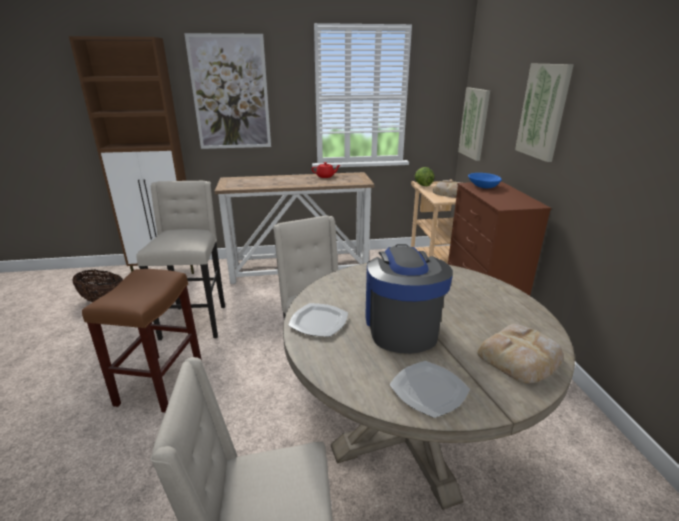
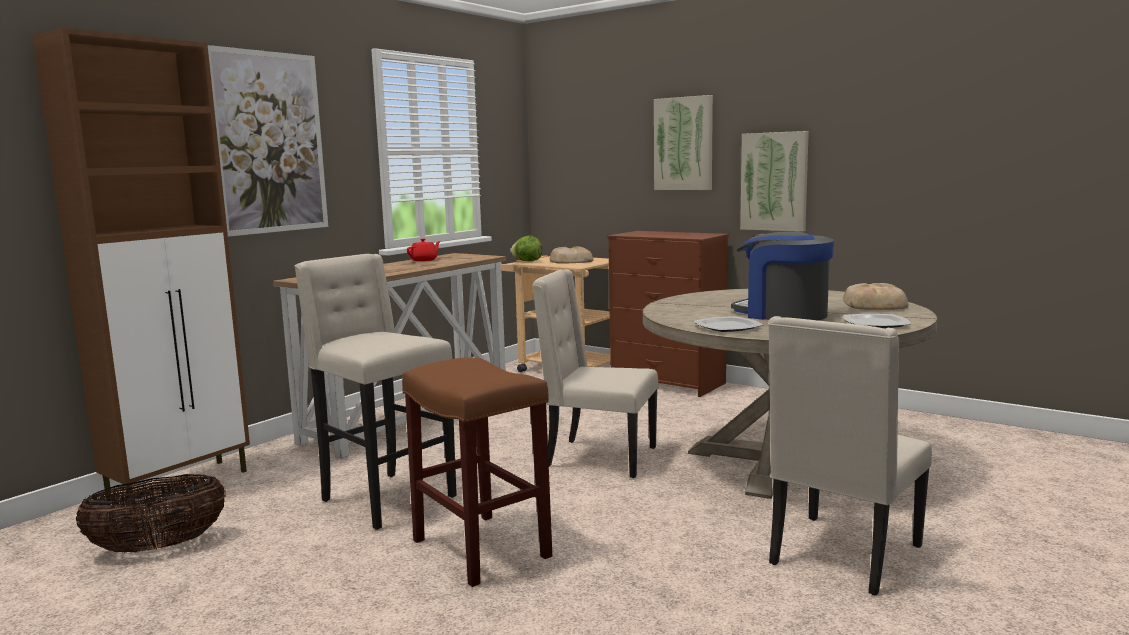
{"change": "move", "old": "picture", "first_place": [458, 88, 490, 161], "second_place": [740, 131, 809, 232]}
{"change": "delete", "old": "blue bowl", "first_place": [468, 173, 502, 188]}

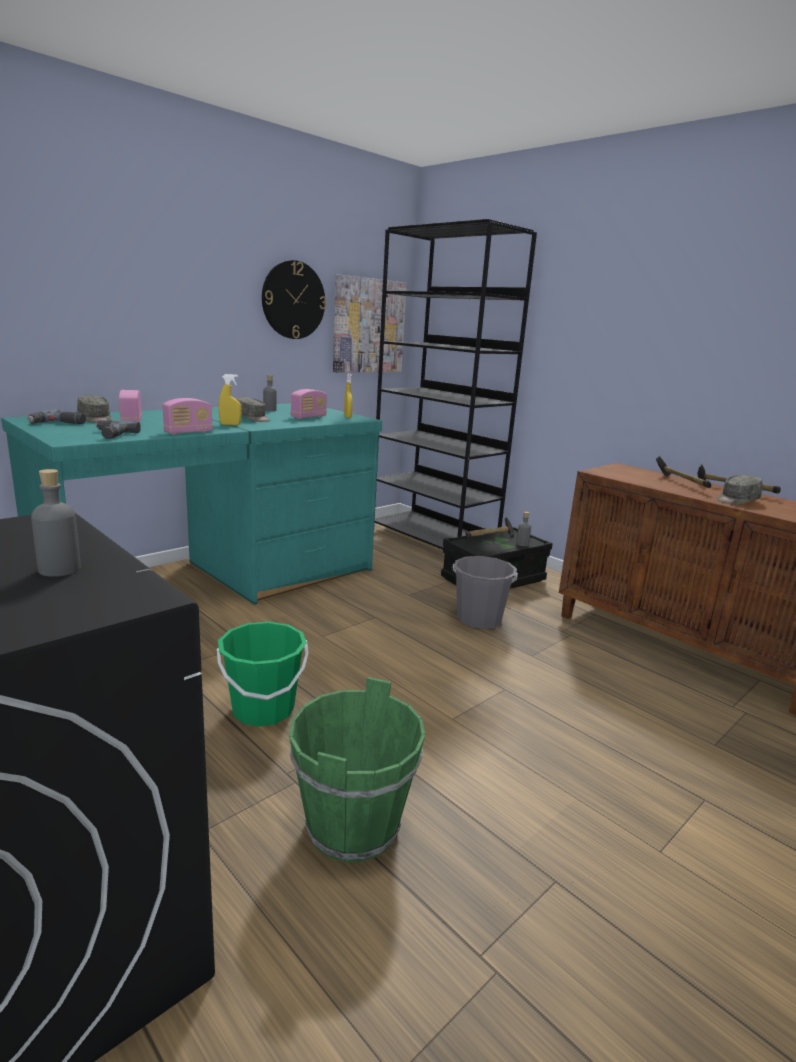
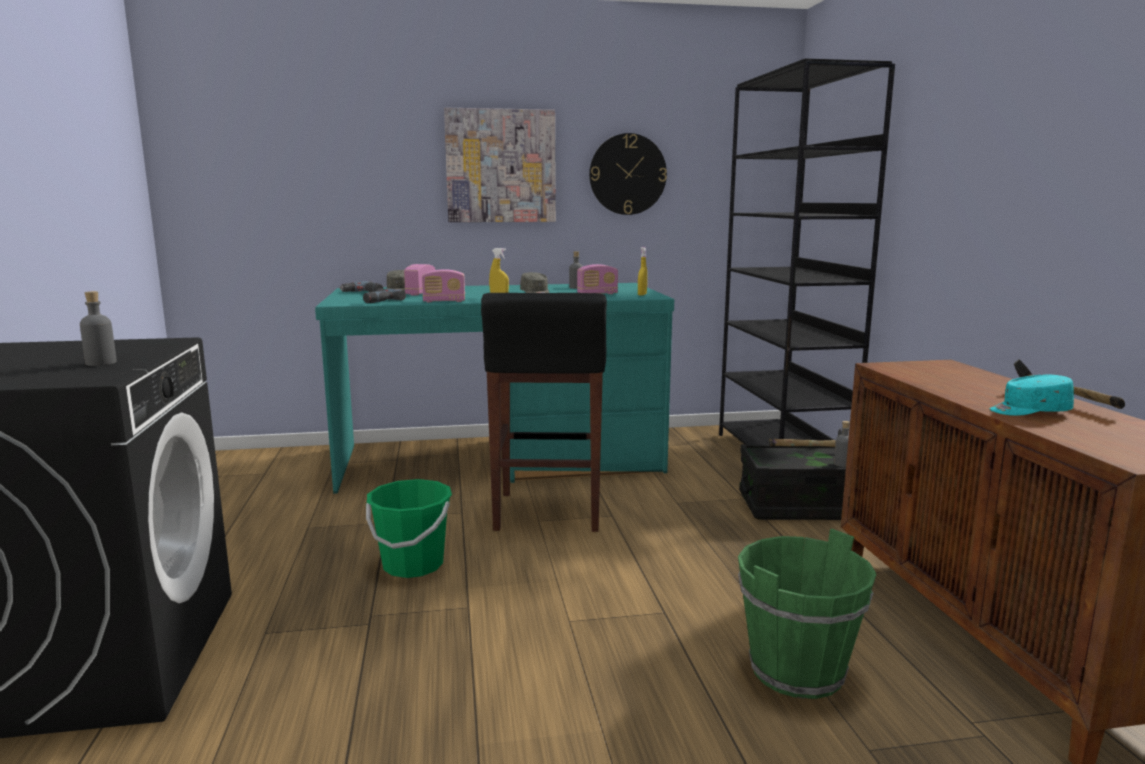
{"change": "move", "old": "green bucket", "first_place": [289, 677, 425, 862], "second_place": [738, 529, 876, 699]}
{"change": "move", "old": "picture", "first_place": [333, 275, 407, 372], "second_place": [444, 108, 556, 222]}
{"change": "delete", "old": "grey bucket", "first_place": [453, 556, 518, 629]}
{"change": "delete", "old": "hammer", "first_place": [656, 456, 711, 488]}
{"change": "recolor", "old": "grey cap", "new": "turquoise cap", "first_place": [717, 475, 762, 505], "second_place": [989, 375, 1074, 416]}
{"change": "insert", "new": "black stool", "second_place": [481, 293, 607, 532]}

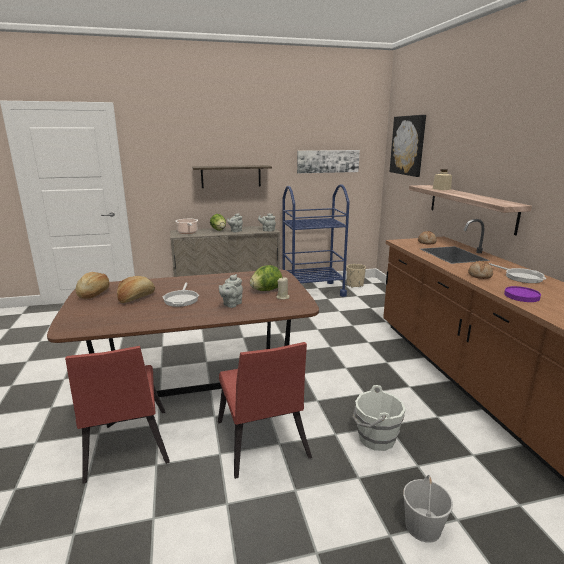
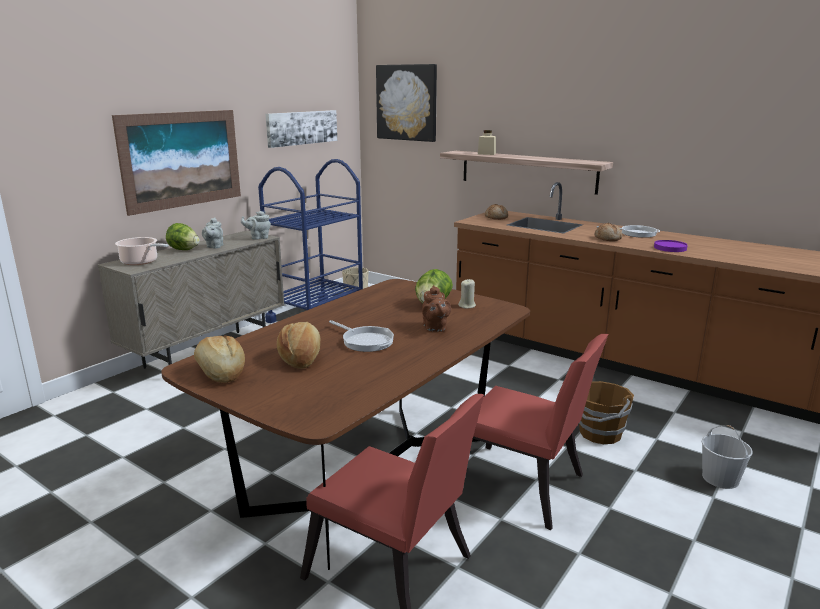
{"change": "replace", "old": "shelf", "new": "picture", "first_place": [192, 165, 272, 188], "second_place": [112, 110, 241, 216]}
{"change": "recolor", "old": "grey teapot", "new": "brown teapot", "first_place": [219, 274, 243, 308], "second_place": [422, 285, 451, 332]}
{"change": "recolor", "old": "white bucket", "new": "brown bucket", "first_place": [353, 385, 406, 451], "second_place": [579, 381, 634, 444]}

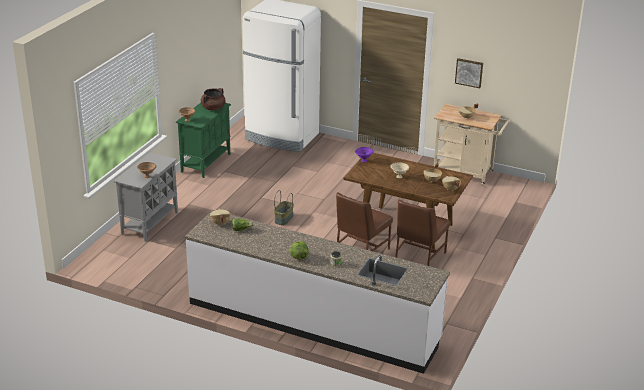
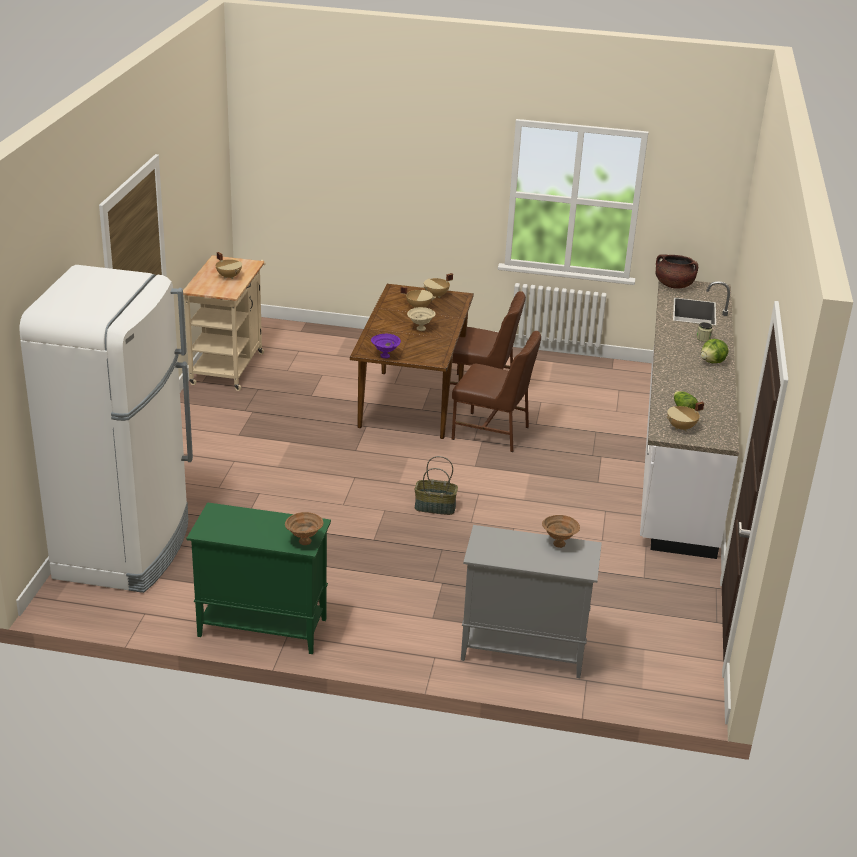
{"change": "move", "old": "brown cooking pot", "first_place": [201, 88, 226, 110], "second_place": [656, 254, 698, 289]}
{"change": "delete", "old": "picture", "first_place": [455, 58, 483, 88]}

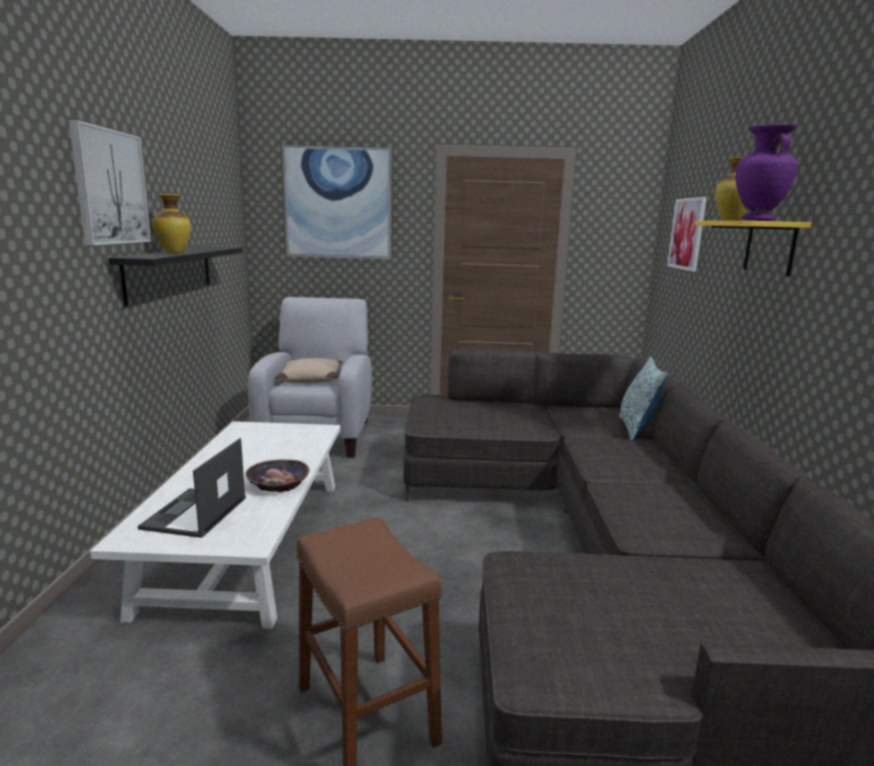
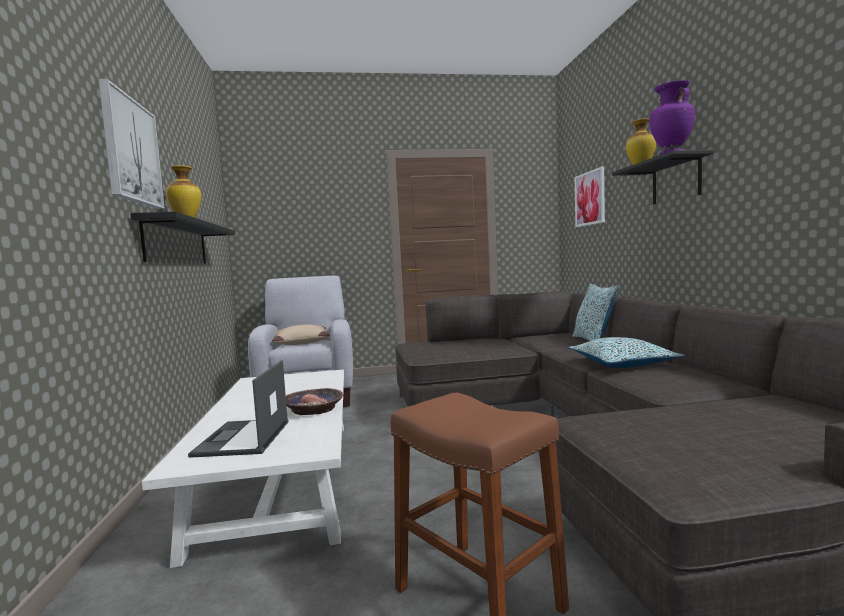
{"change": "delete", "old": "picture", "first_place": [282, 145, 391, 259]}
{"change": "recolor", "old": "yellow shelf", "new": "black shelf", "first_place": [695, 221, 811, 277], "second_place": [612, 150, 714, 204]}
{"change": "insert", "new": "pillow", "second_place": [569, 337, 685, 368]}

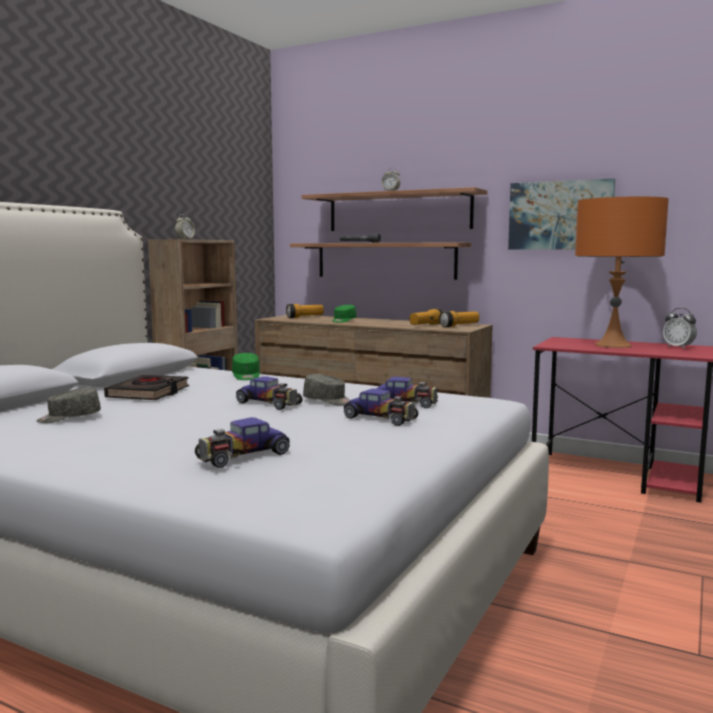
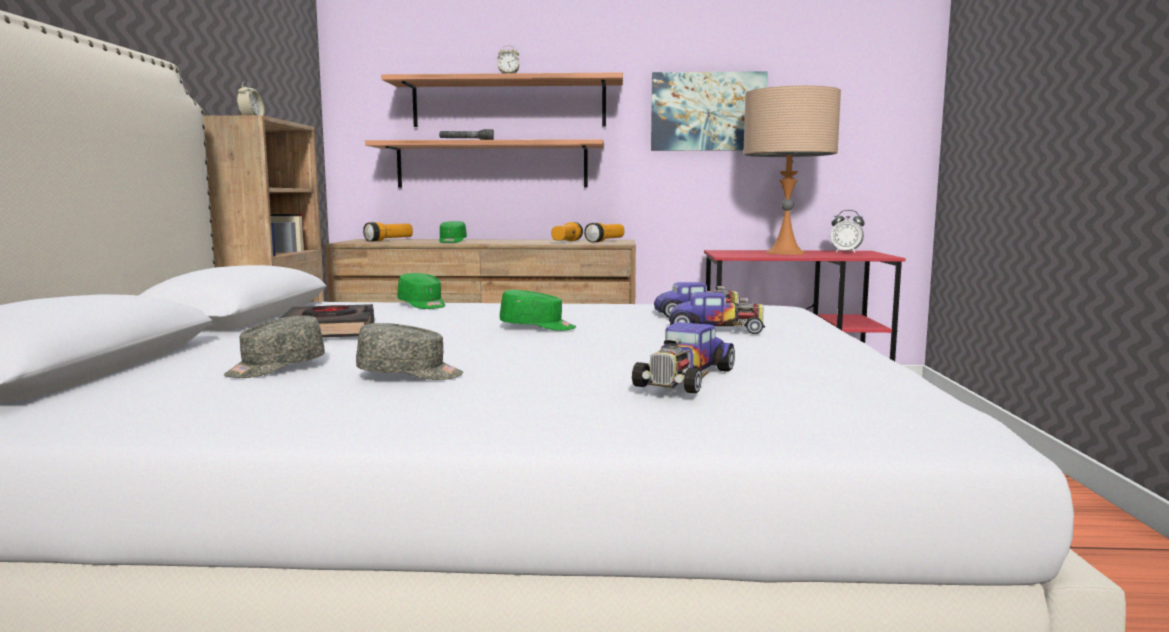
{"change": "replace", "old": "toy car", "new": "green cap", "first_place": [236, 376, 302, 410], "second_place": [500, 290, 576, 331]}
{"change": "move", "old": "grey cap", "first_place": [303, 374, 350, 406], "second_place": [356, 323, 463, 380]}
{"change": "recolor", "old": "orange table lamp", "new": "beige table lamp", "first_place": [575, 196, 669, 348], "second_place": [743, 85, 841, 255]}

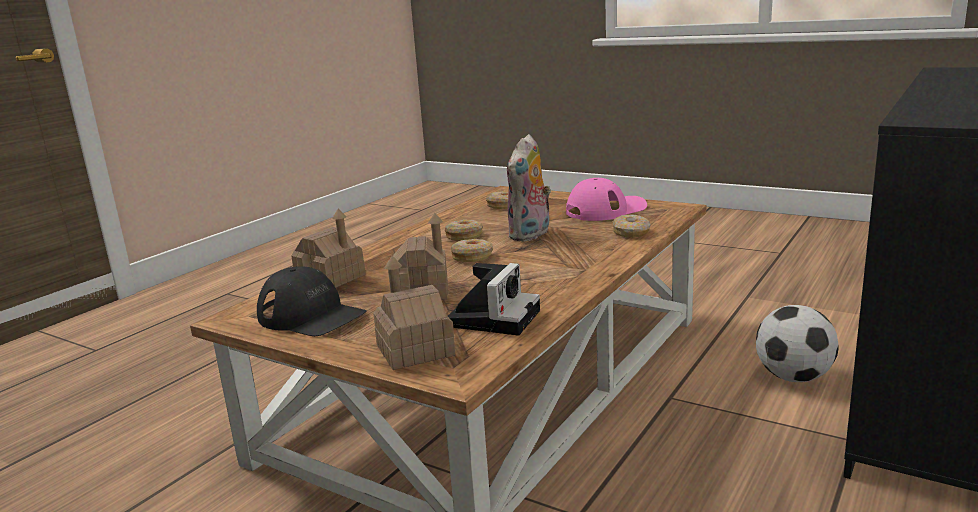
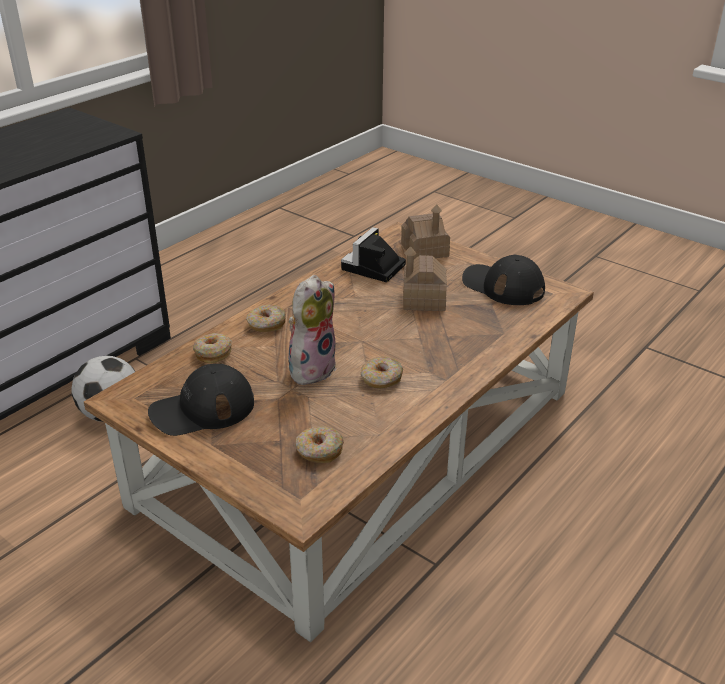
{"change": "delete", "old": "toy house", "first_place": [291, 208, 366, 288]}
{"change": "move", "old": "donut", "first_place": [450, 239, 493, 262], "second_place": [246, 305, 286, 332]}
{"change": "recolor", "old": "pink cap", "new": "black cap", "first_place": [566, 178, 647, 221], "second_place": [148, 364, 254, 436]}

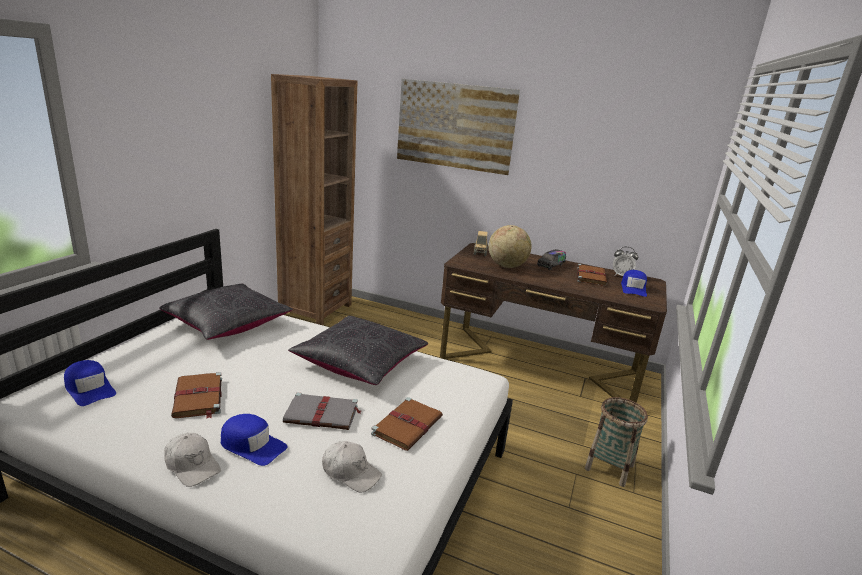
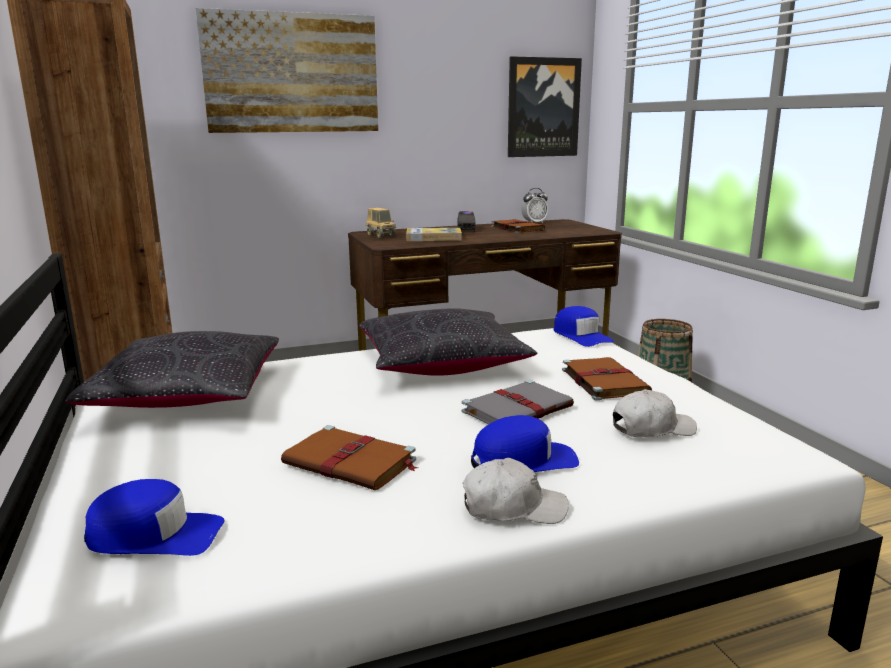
{"change": "replace", "old": "globe", "new": "book", "first_place": [489, 225, 532, 268], "second_place": [406, 228, 462, 241]}
{"change": "move", "old": "blue cap", "first_place": [621, 270, 647, 297], "second_place": [554, 306, 614, 347]}
{"change": "insert", "new": "picture", "second_place": [508, 56, 582, 157]}

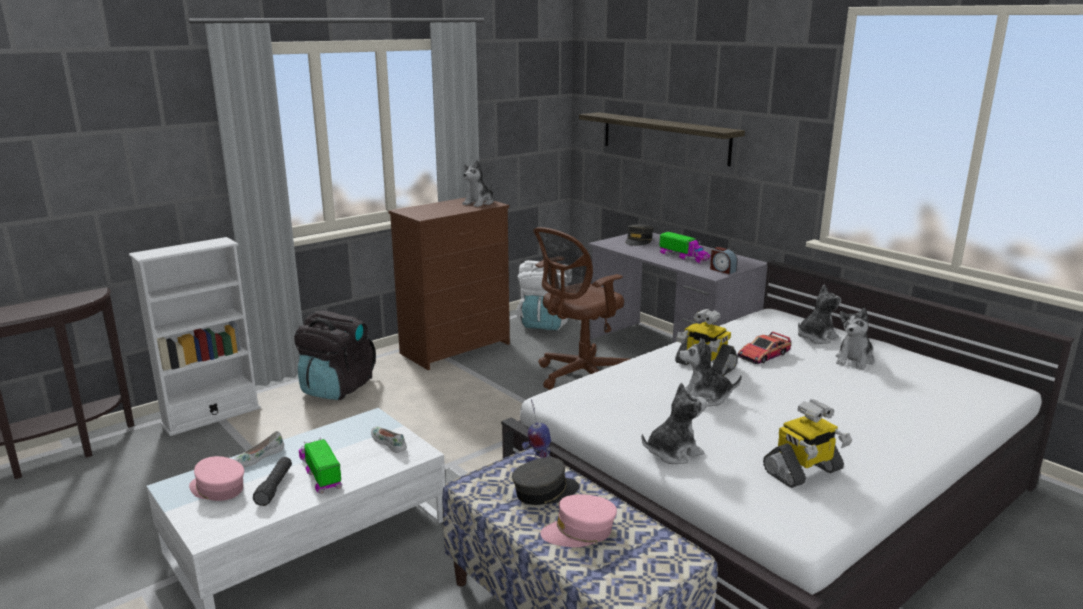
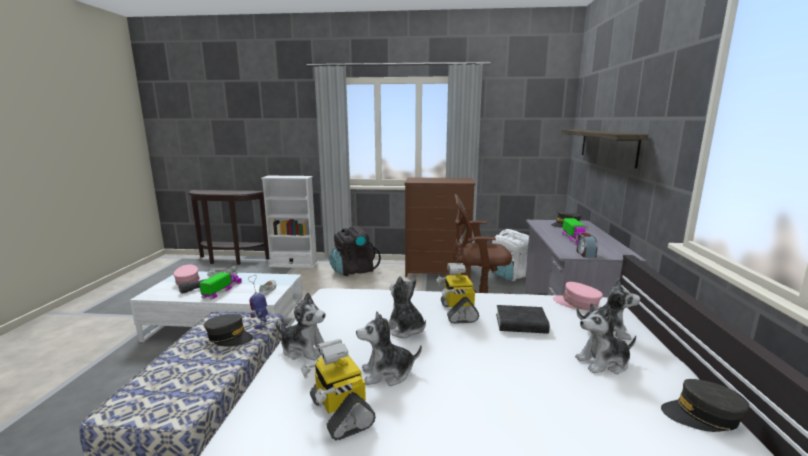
{"change": "move", "old": "plush toy", "first_place": [462, 160, 494, 207], "second_place": [356, 311, 422, 386]}
{"change": "move", "old": "pink cap", "first_place": [540, 494, 617, 547], "second_place": [553, 282, 603, 311]}
{"change": "replace", "old": "toy car", "new": "black book", "first_place": [737, 332, 791, 364], "second_place": [496, 305, 550, 334]}
{"change": "rotate", "old": "toy robot", "first_place": [763, 399, 852, 488], "second_place": [301, 339, 376, 441], "degrees": 45}
{"change": "insert", "new": "grey cap", "second_place": [661, 379, 749, 432]}

